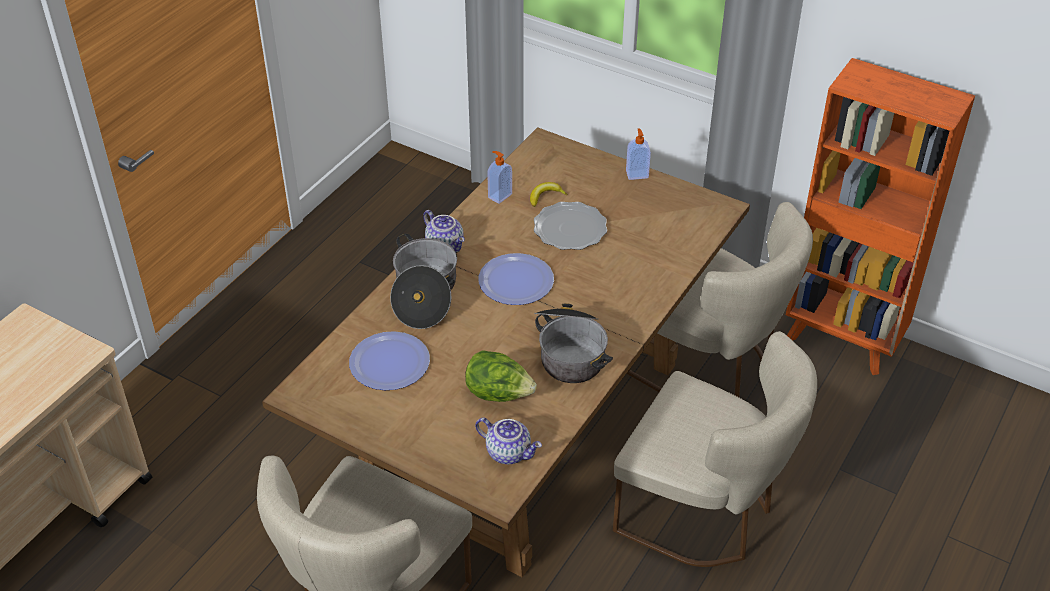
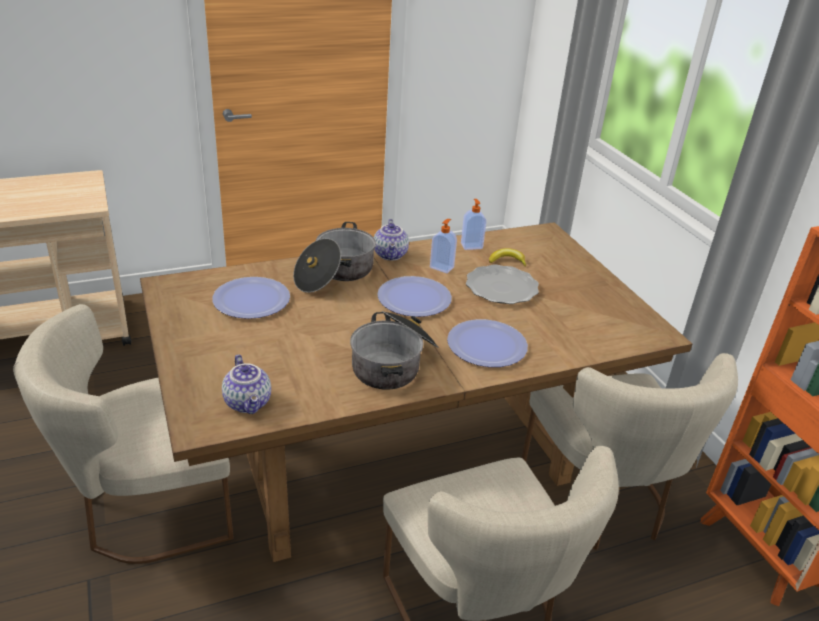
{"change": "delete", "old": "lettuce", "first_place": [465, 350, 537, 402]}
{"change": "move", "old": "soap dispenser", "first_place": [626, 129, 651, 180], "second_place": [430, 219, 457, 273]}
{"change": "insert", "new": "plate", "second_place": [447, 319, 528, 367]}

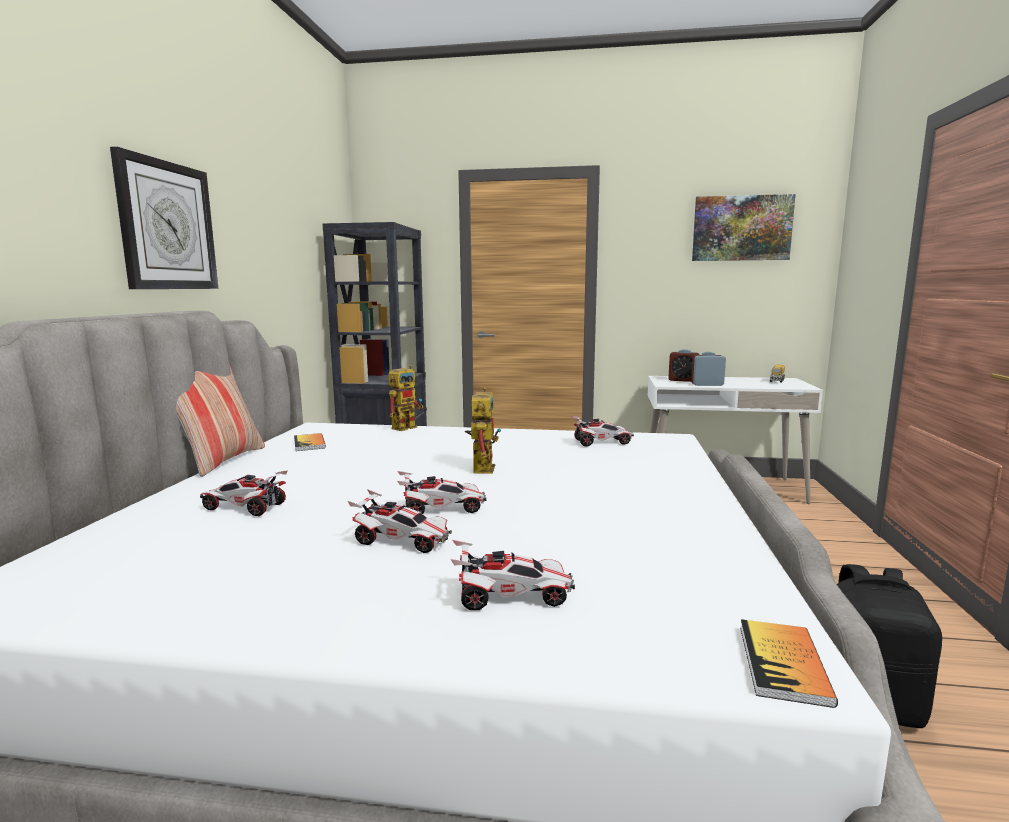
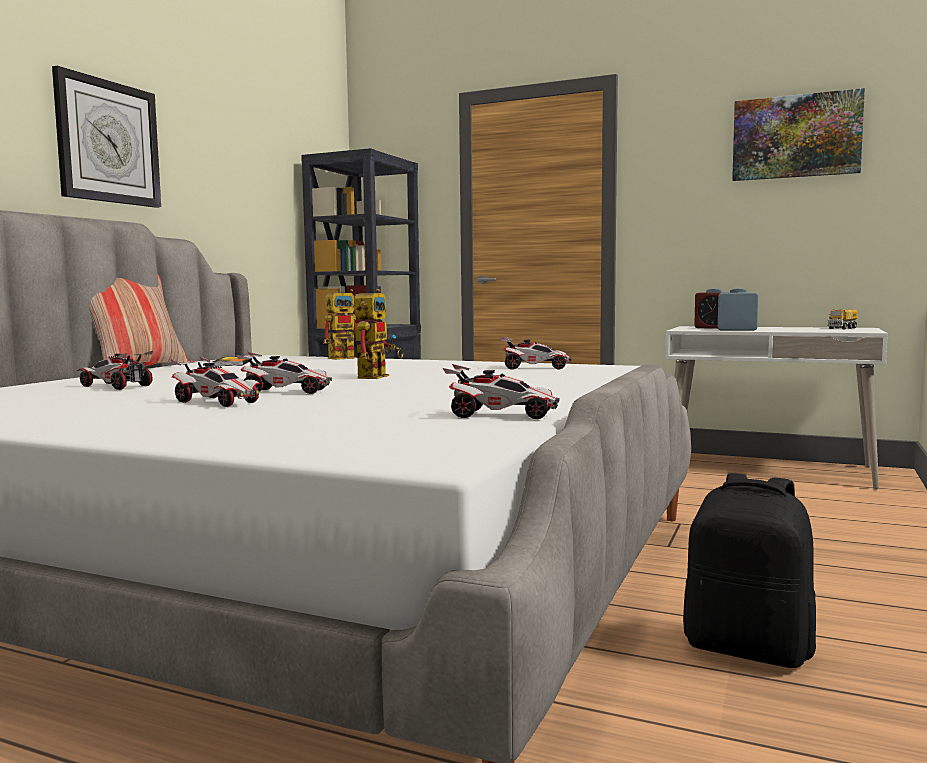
{"change": "move", "old": "toy car", "first_place": [450, 540, 575, 610], "second_place": [443, 364, 560, 419]}
{"change": "delete", "old": "book", "first_place": [740, 619, 838, 708]}

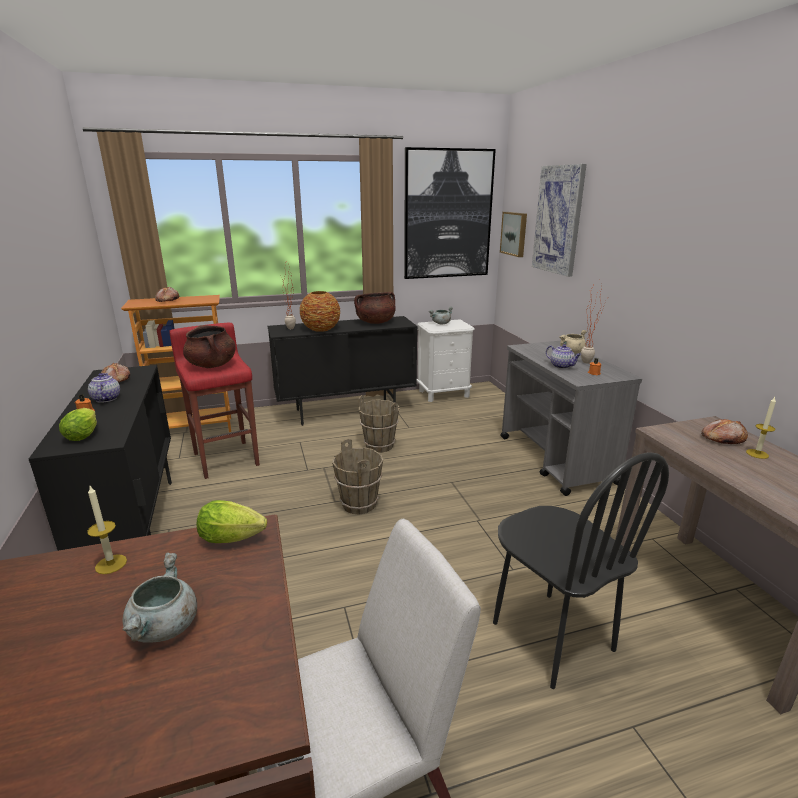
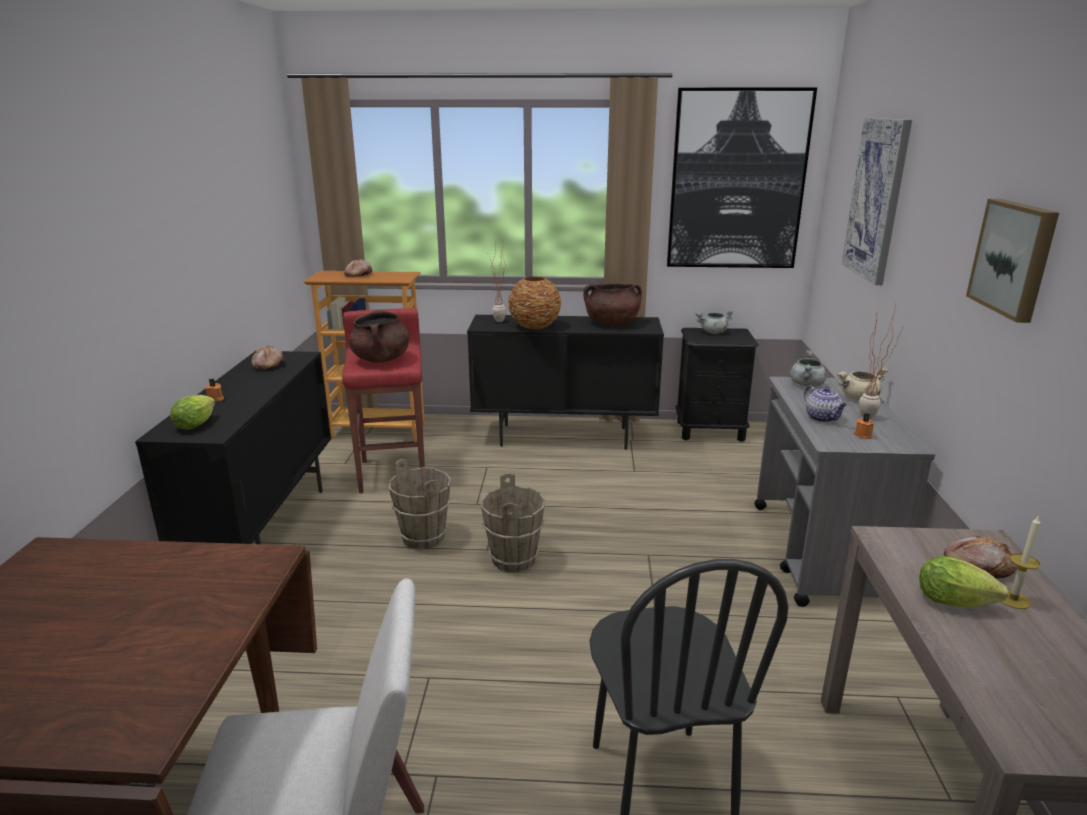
{"change": "delete", "old": "candle", "first_place": [87, 486, 127, 574]}
{"change": "delete", "old": "teapot", "first_place": [88, 373, 120, 402]}
{"change": "move", "old": "grey cooking pot", "first_place": [122, 552, 197, 643], "second_place": [790, 350, 827, 387]}
{"change": "move", "old": "lettuce", "first_place": [197, 500, 267, 543], "second_place": [919, 556, 1008, 607]}
{"change": "move", "old": "brown bucket", "first_place": [359, 395, 400, 453], "second_place": [389, 459, 451, 549]}
{"change": "recolor", "old": "white nightstand", "new": "black nightstand", "first_place": [417, 319, 475, 402], "second_place": [675, 328, 759, 442]}
{"change": "move", "old": "picture", "first_place": [500, 212, 527, 257], "second_place": [966, 199, 1059, 323]}

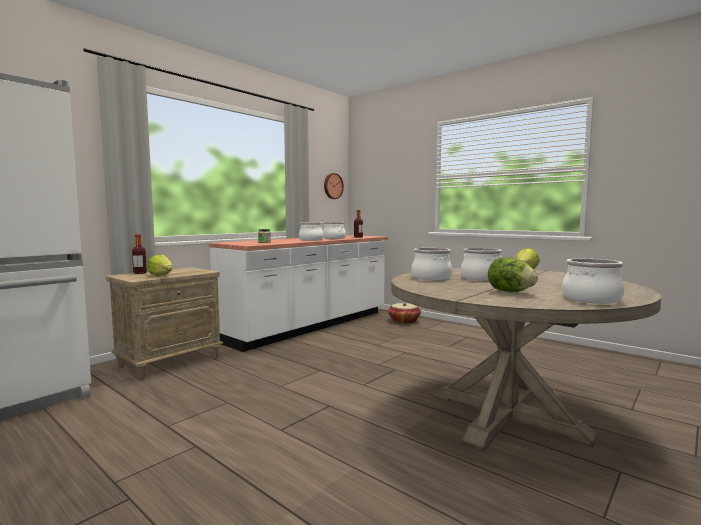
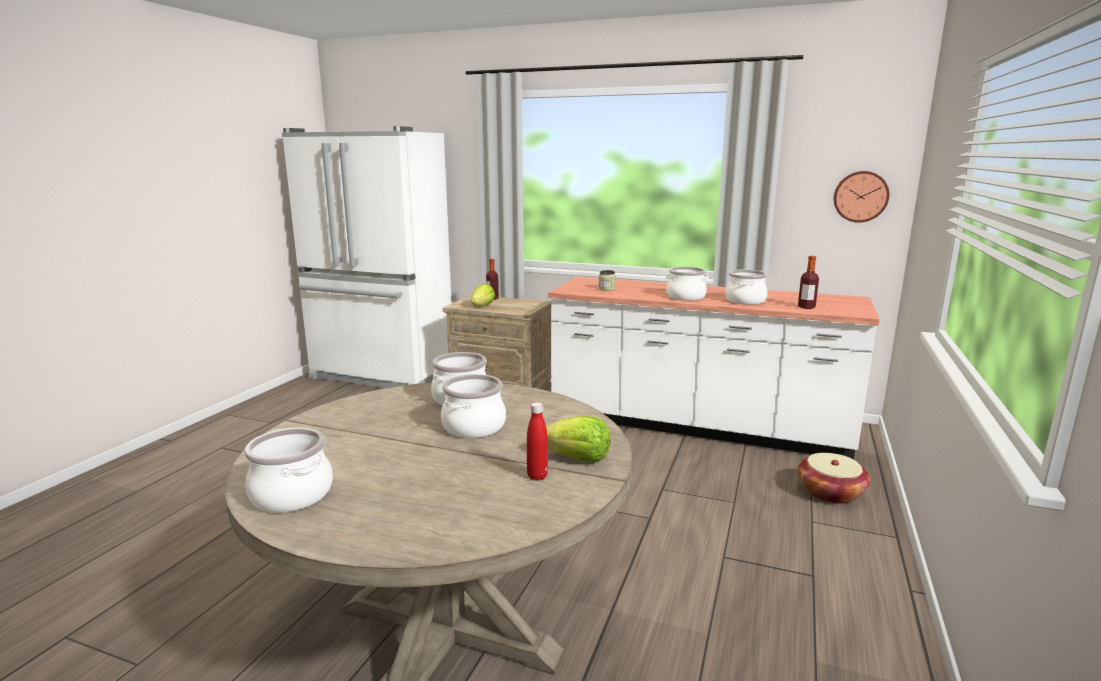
{"change": "delete", "old": "lettuce", "first_place": [488, 257, 538, 292]}
{"change": "insert", "new": "red bottle", "second_place": [527, 402, 548, 481]}

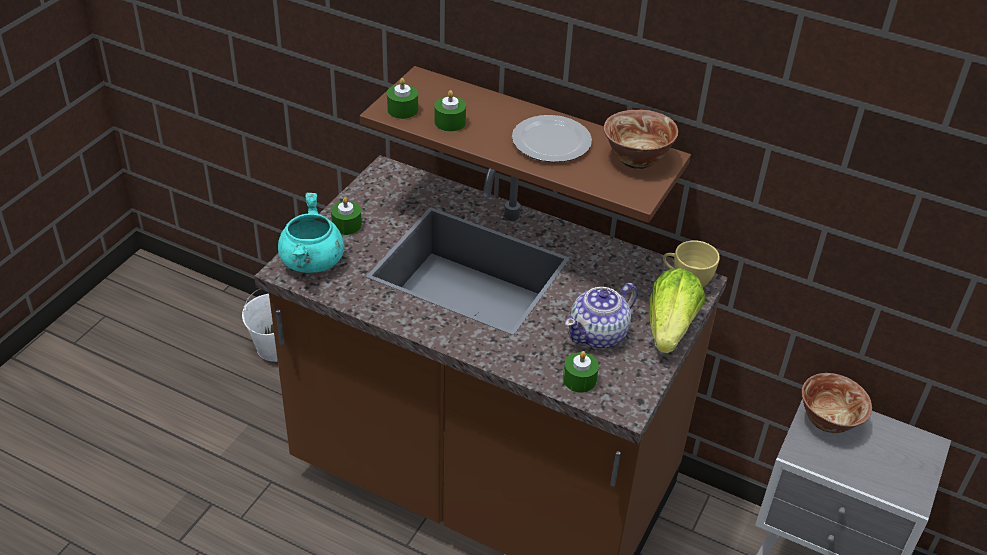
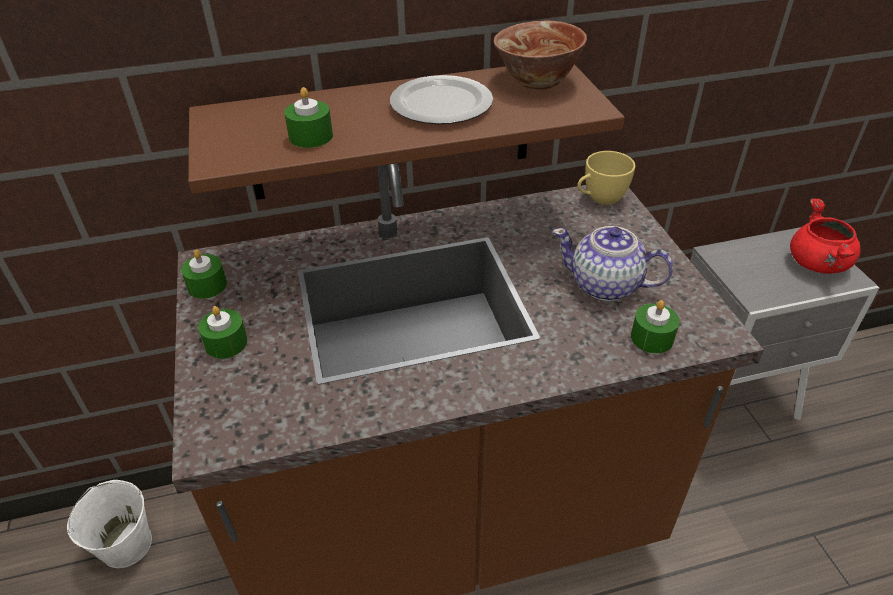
{"change": "delete", "old": "turquoise cooking pot", "first_place": [278, 193, 344, 273]}
{"change": "move", "old": "green candle", "first_place": [387, 78, 418, 119], "second_place": [181, 249, 227, 299]}
{"change": "rotate", "old": "teapot", "first_place": [565, 283, 637, 349], "second_place": [553, 226, 673, 301], "degrees": 105}
{"change": "delete", "old": "lettuce", "first_place": [650, 268, 705, 353]}
{"change": "delete", "old": "bowl", "first_place": [801, 373, 872, 433]}
{"change": "insert", "new": "red cooking pot", "second_place": [790, 199, 861, 274]}

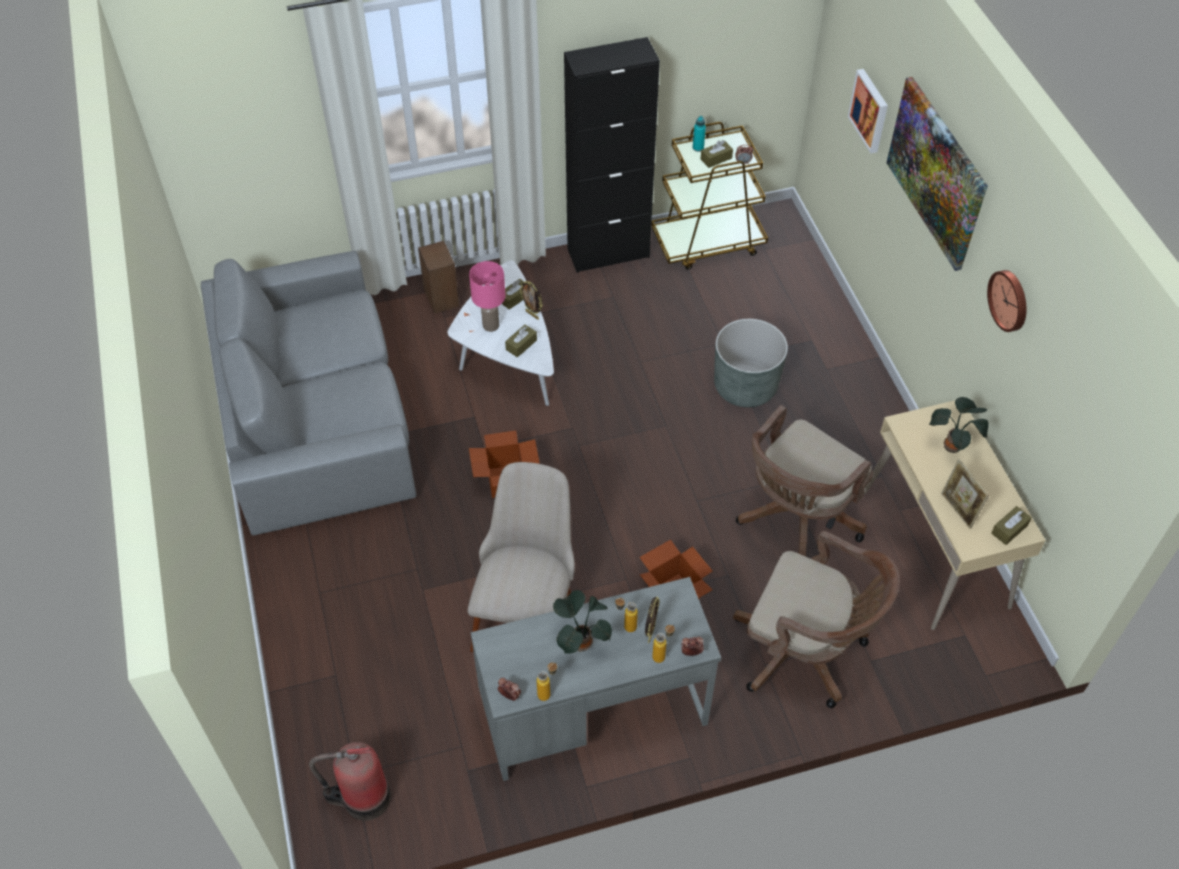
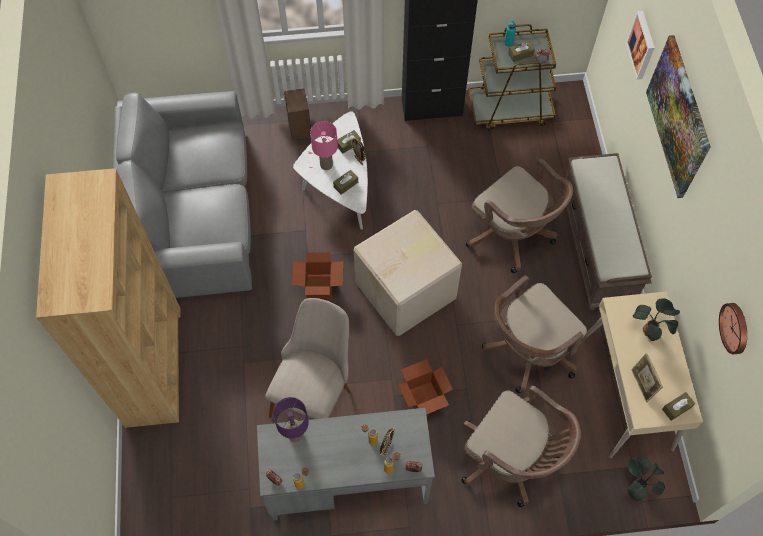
{"change": "delete", "old": "fire extinguisher", "first_place": [309, 742, 391, 821]}
{"change": "move", "old": "potted plant", "first_place": [553, 590, 612, 654], "second_place": [628, 456, 665, 501]}
{"change": "replace", "old": "grey planter", "new": "brown office chair", "first_place": [714, 319, 788, 408], "second_place": [466, 158, 573, 273]}
{"change": "move", "old": "wall clock", "first_place": [987, 270, 1026, 332], "second_place": [719, 303, 747, 354]}
{"change": "insert", "new": "brown bookcase", "second_place": [36, 169, 181, 428]}
{"change": "insert", "new": "purple table lamp", "second_place": [273, 397, 309, 443]}
{"change": "insert", "new": "cardboard box", "second_place": [354, 210, 462, 336]}
{"change": "insert", "new": "brown bench", "second_place": [561, 153, 652, 311]}

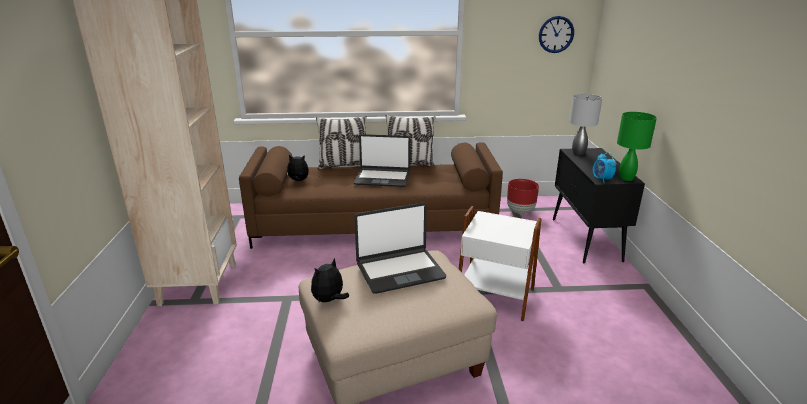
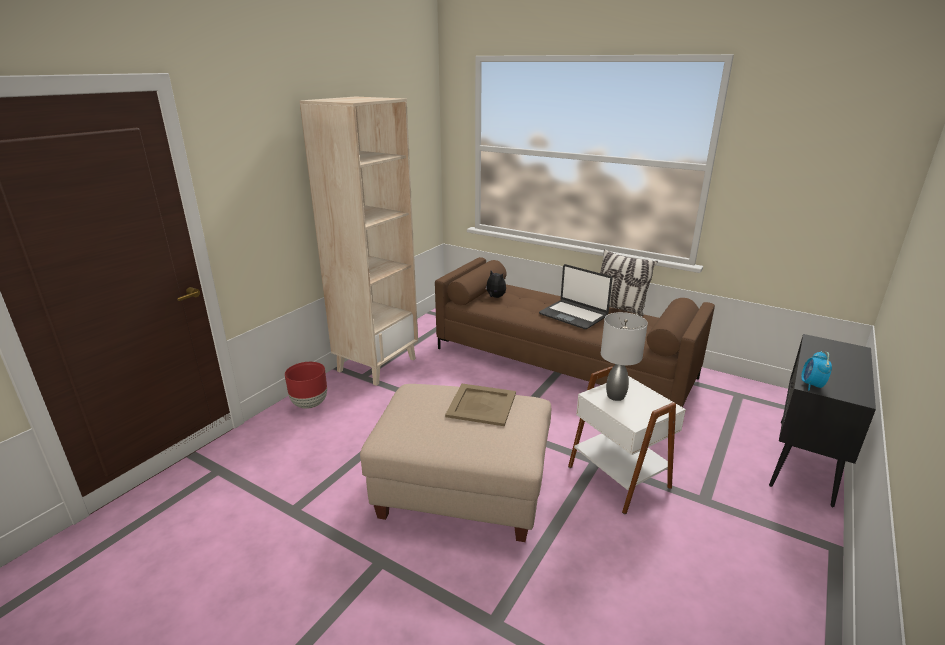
{"change": "delete", "old": "plush toy", "first_place": [311, 258, 349, 302]}
{"change": "delete", "old": "pillow", "first_place": [316, 116, 367, 169]}
{"change": "replace", "old": "laptop", "new": "beige tray", "first_place": [354, 203, 446, 294], "second_place": [445, 384, 516, 426]}
{"change": "move", "old": "red planter", "first_place": [507, 179, 539, 214], "second_place": [285, 362, 327, 409]}
{"change": "delete", "old": "wall clock", "first_place": [539, 16, 574, 53]}
{"change": "move", "old": "grey table lamp", "first_place": [569, 94, 602, 156], "second_place": [601, 312, 648, 401]}
{"change": "delete", "old": "green table lamp", "first_place": [617, 112, 657, 181]}

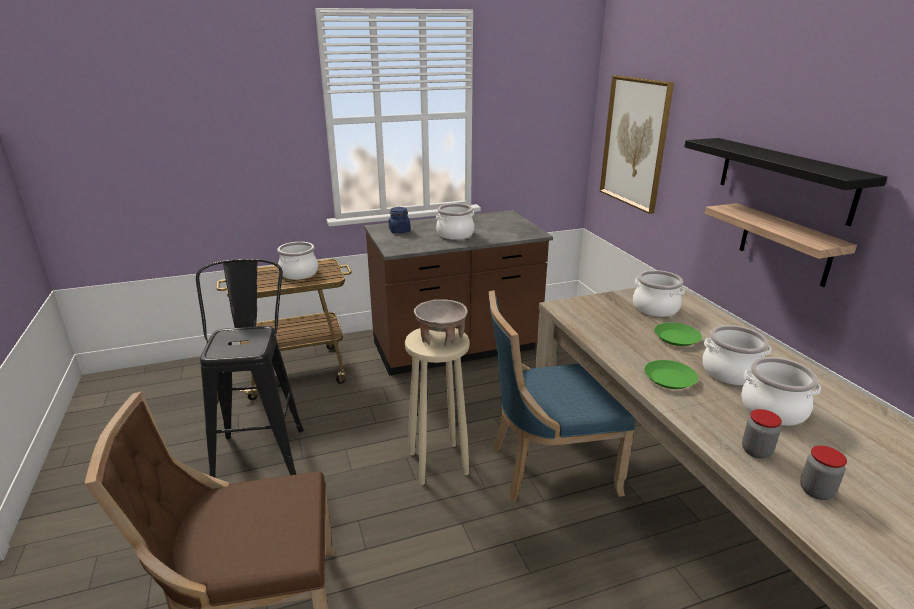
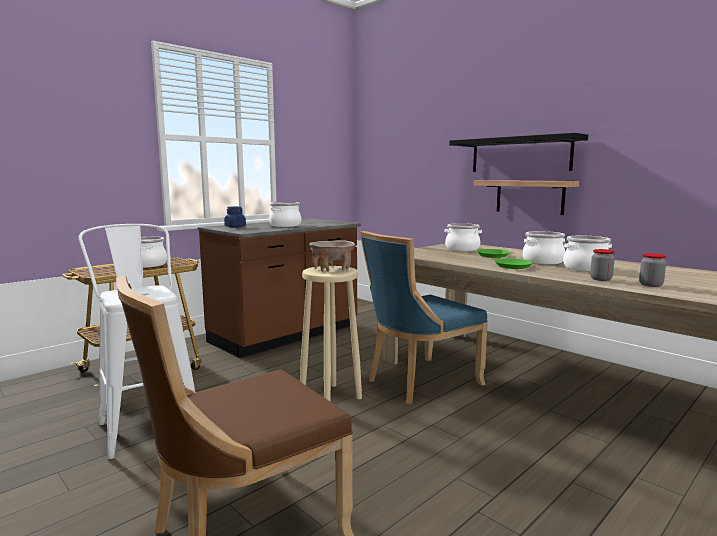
{"change": "recolor", "old": "black stool", "new": "white stool", "first_place": [196, 259, 303, 478], "second_place": [78, 224, 195, 459]}
{"change": "delete", "old": "picture", "first_place": [600, 75, 674, 214]}

